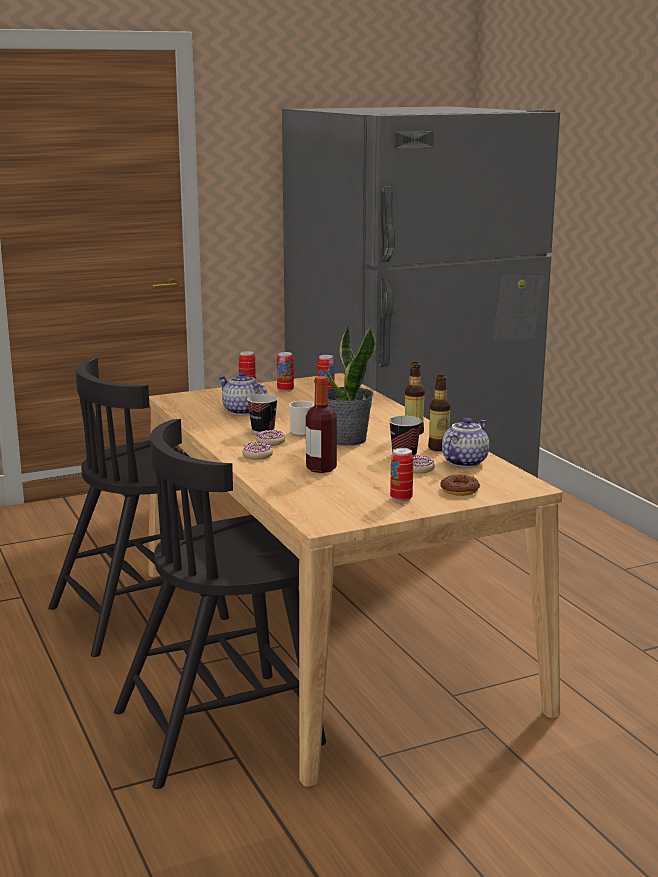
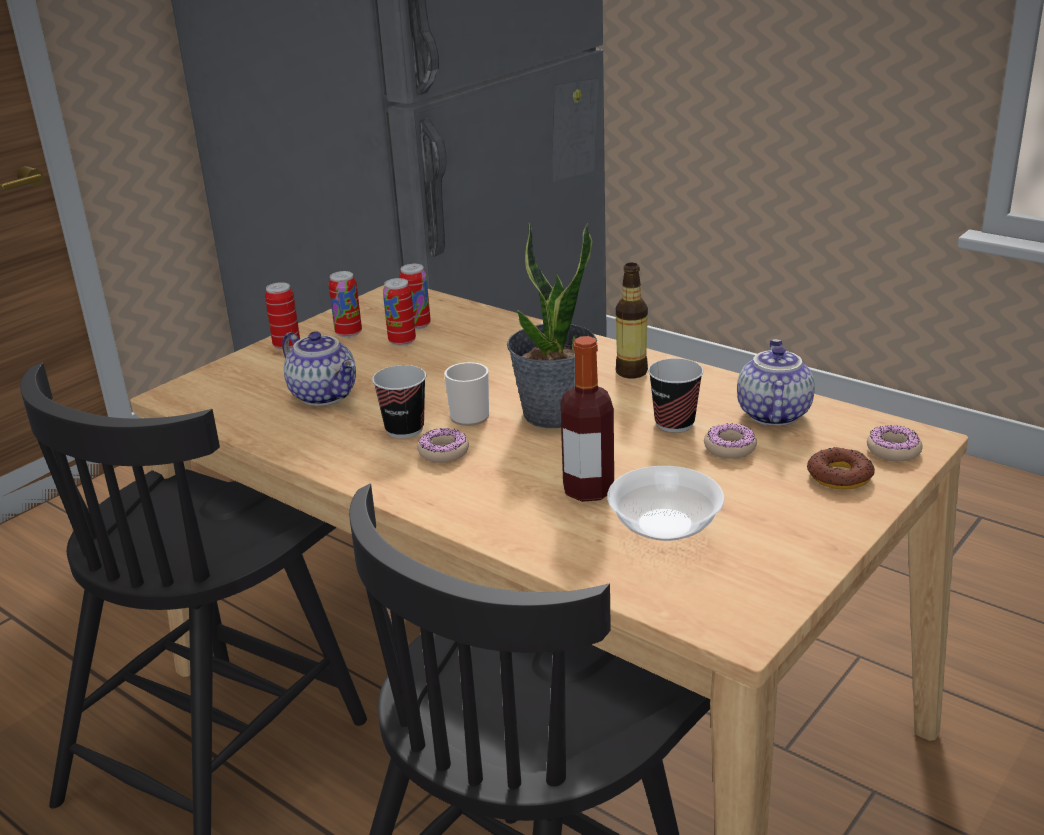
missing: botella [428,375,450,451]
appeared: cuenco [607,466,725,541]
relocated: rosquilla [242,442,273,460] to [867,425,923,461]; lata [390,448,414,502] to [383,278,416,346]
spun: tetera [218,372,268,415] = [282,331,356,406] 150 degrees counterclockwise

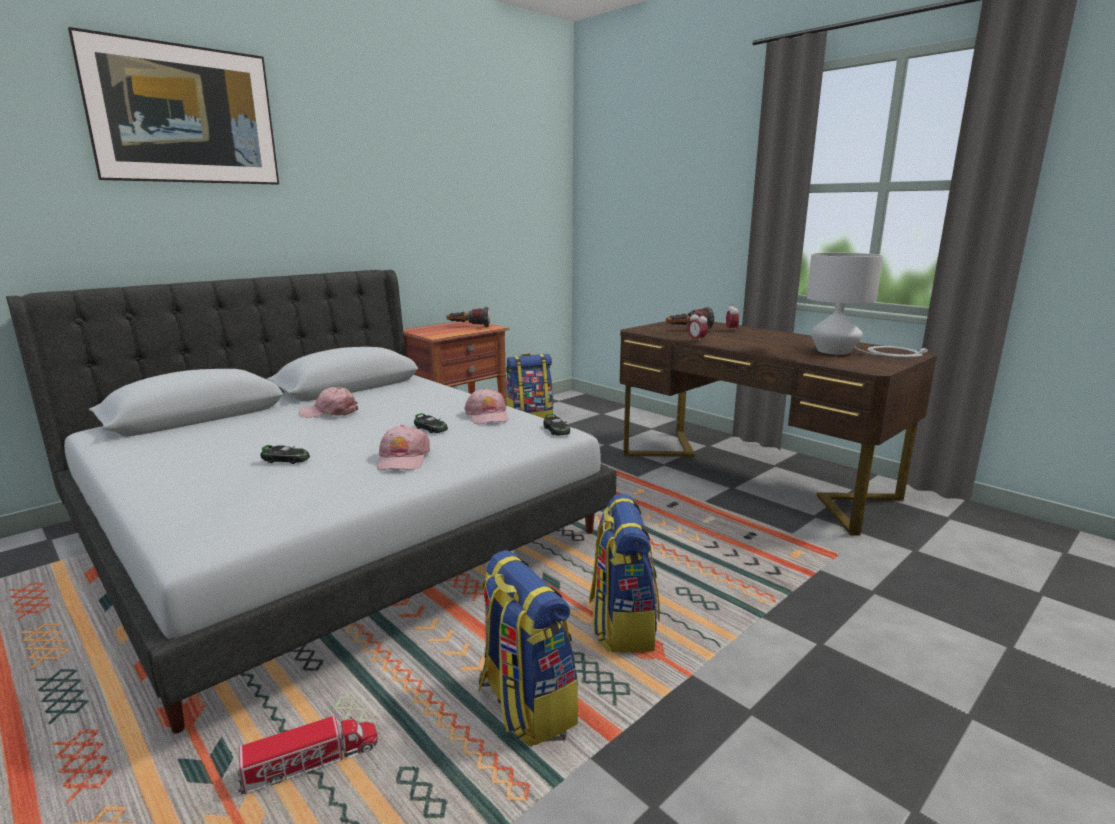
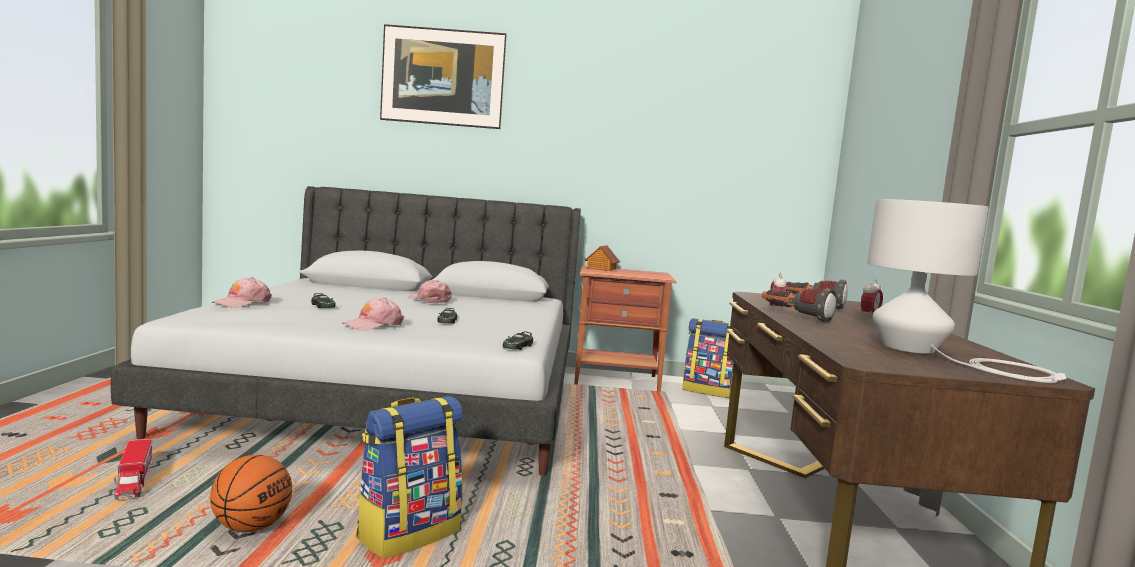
appeared: casita [585,245,620,271]
relocated: linterna [446,307,491,327] to [762,288,837,323]; gorra (rosa) [464,388,509,424] to [212,277,272,307]
exchanged: mochila [478,550,578,747] to balón de baloncesto [210,455,292,532]
spun: camión de juguete [238,716,378,794] = [114,439,152,500] 45 degrees clockwise

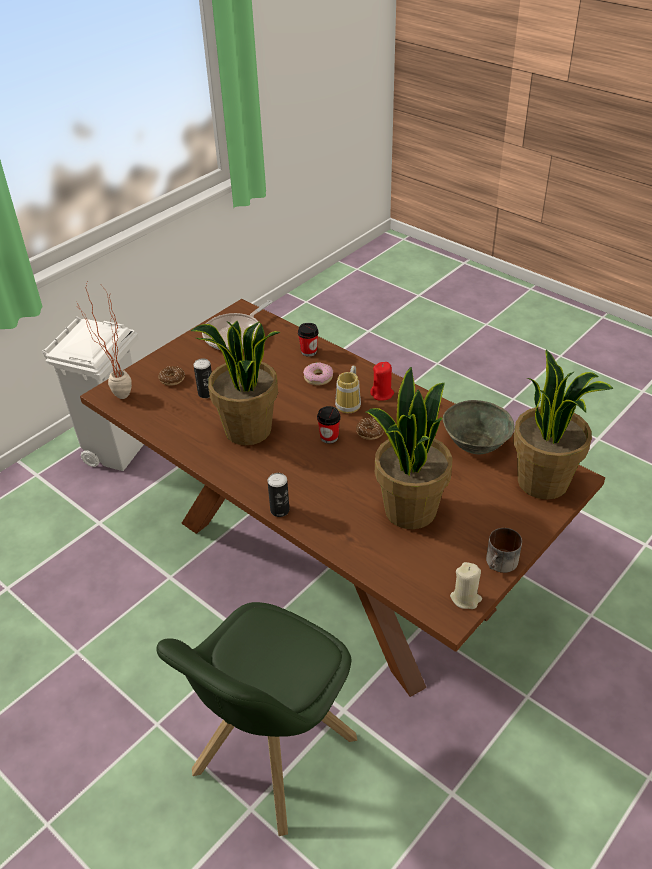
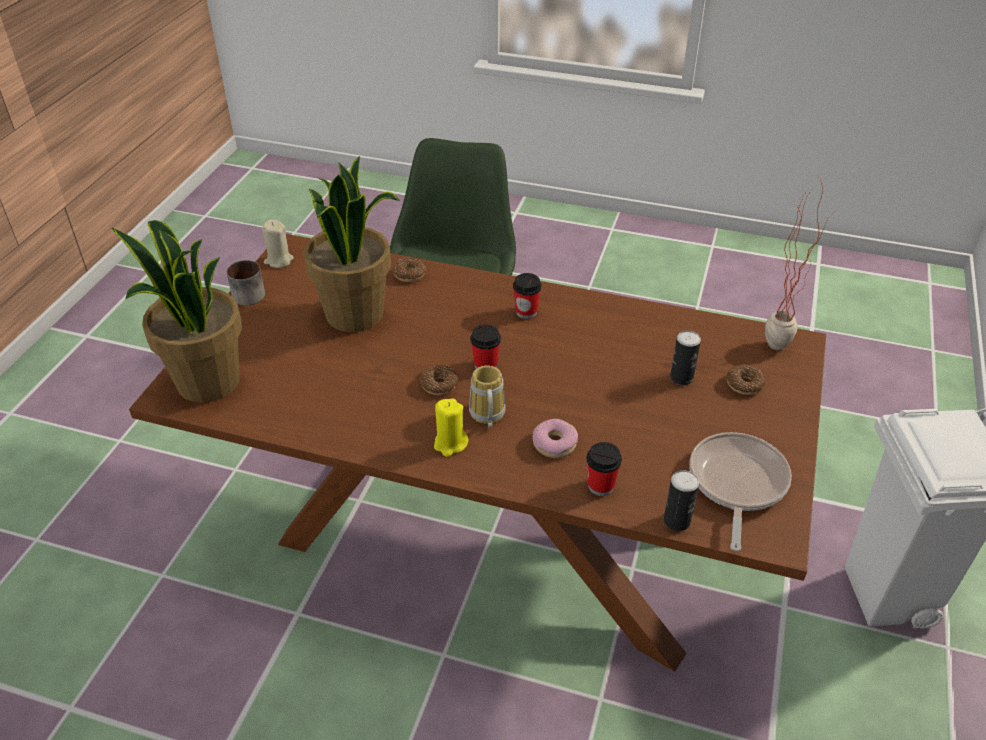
missing: planta en maceta [191,321,280,445]; cuenco (gris) [443,400,514,454]
appeared: rosquilla [393,258,426,282]; taza [513,273,542,319]
relocated: lata [267,473,290,517] to [664,470,699,531]
colour: vela (rojo) [370,362,394,400] to vela (amarillo) [434,398,468,457]

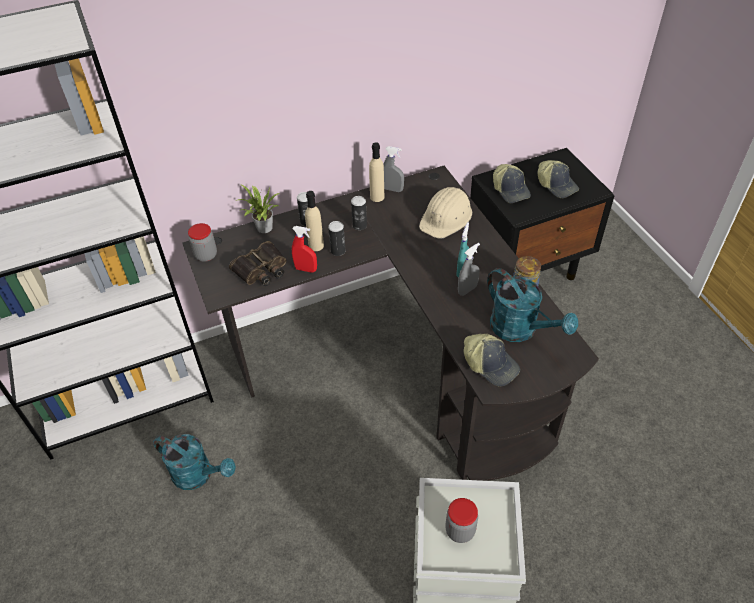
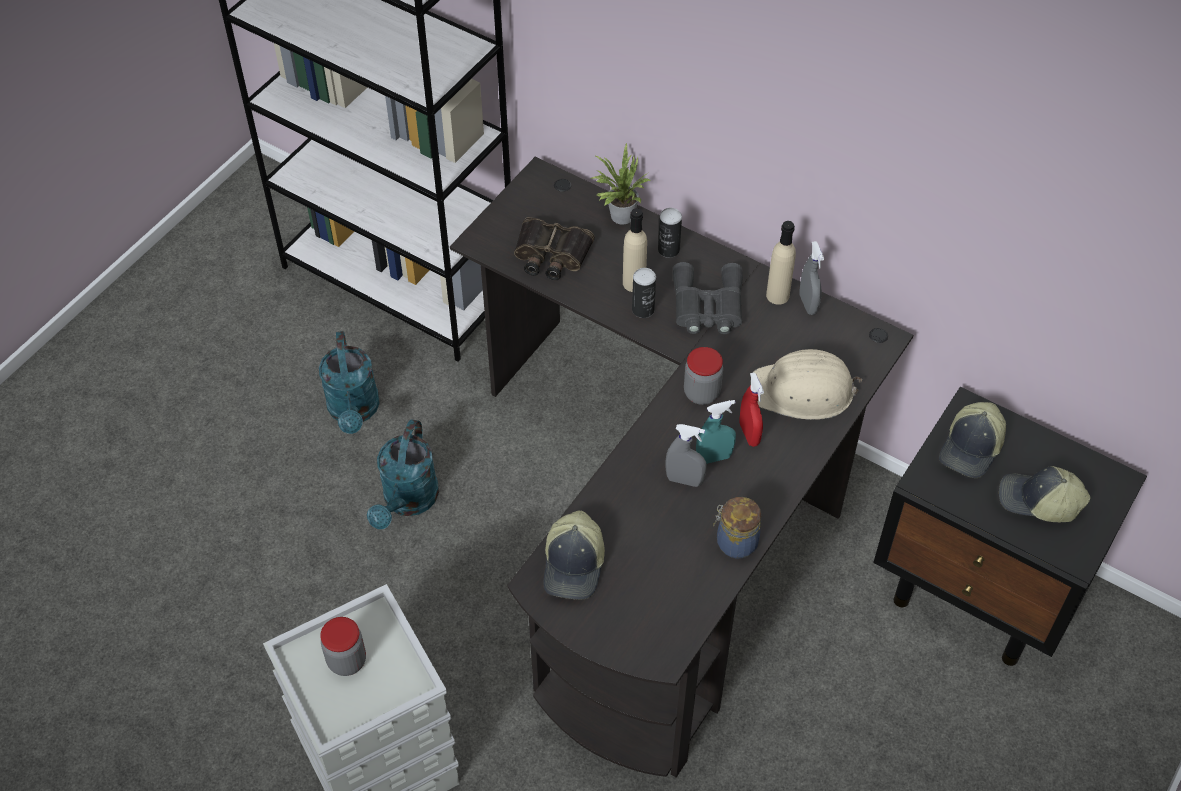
relocated: tarro [188,223,217,262] to [684,347,723,405]; pulverizador (rojo) [292,226,317,273] to [740,372,764,447]; regadera (turquesa) [487,268,578,342] to [367,419,439,529]
exchanged: lata [351,196,367,230] to prismáticos (gris) [673,262,743,334]
spun: gorra [537,160,579,198] = [999,466,1091,523] 90 degrees clockwise

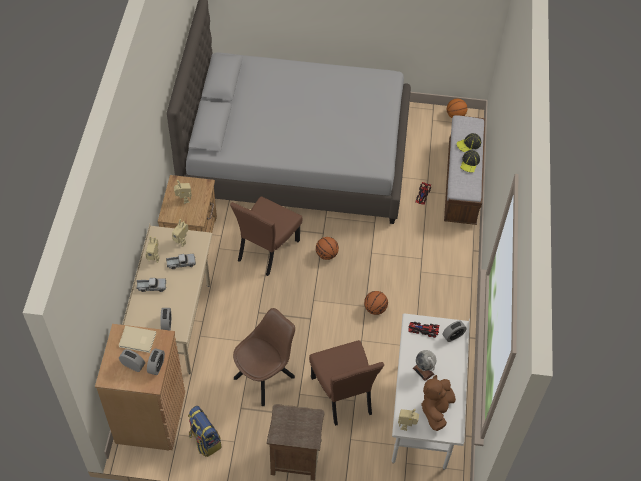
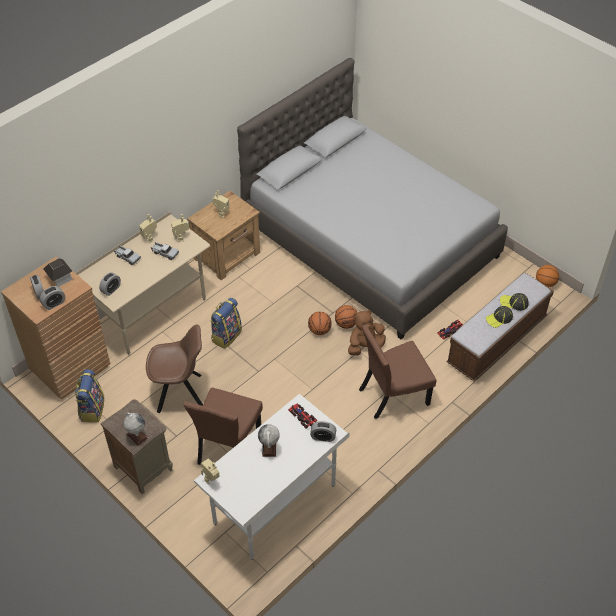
appeared: globo terráqueo [124,412,148,446]; mochila [210,298,242,349]
relocated: silla (marrón) [230,196,302,276] to [359,325,436,419]; balón de baloncesto [364,291,388,315] to [335,305,358,329]; peluche (marrón) [421,375,456,431] to [348,310,386,356]
exchanged: libro (beis) [118,326,156,353] to casita [43,258,72,287]

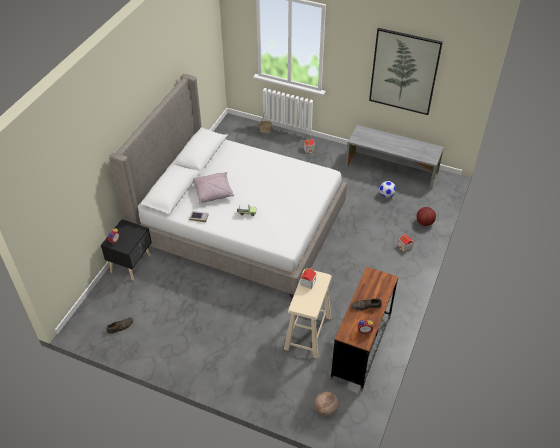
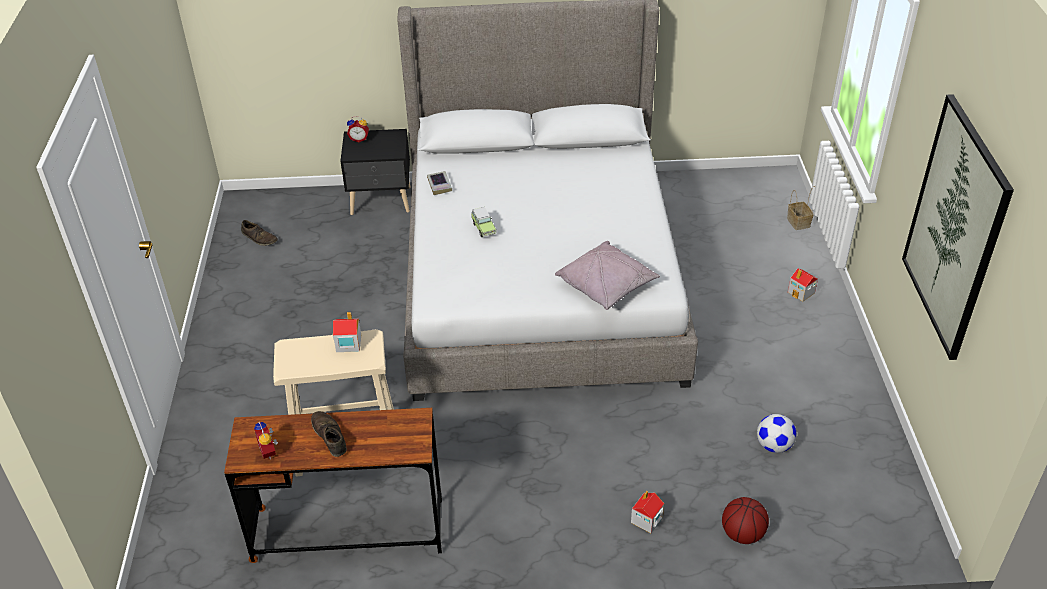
missing: balón de baloncesto [315,391,339,416]; banco (gris) [345,125,444,190]
relocated: cojín (morado) [193,172,235,203] to [555,241,660,310]

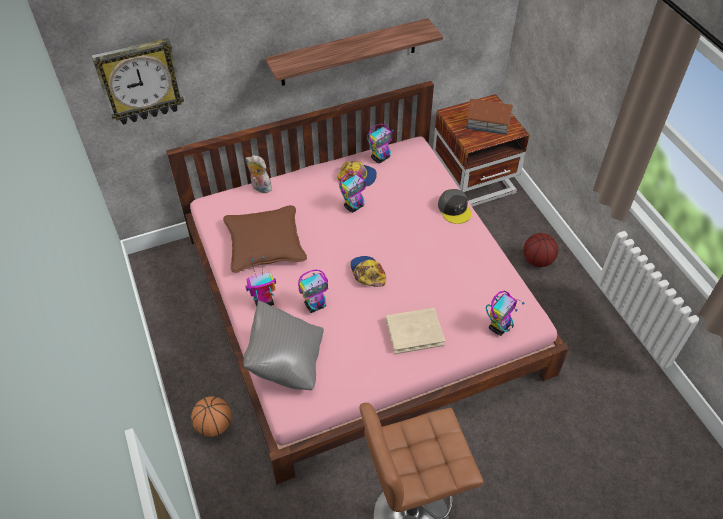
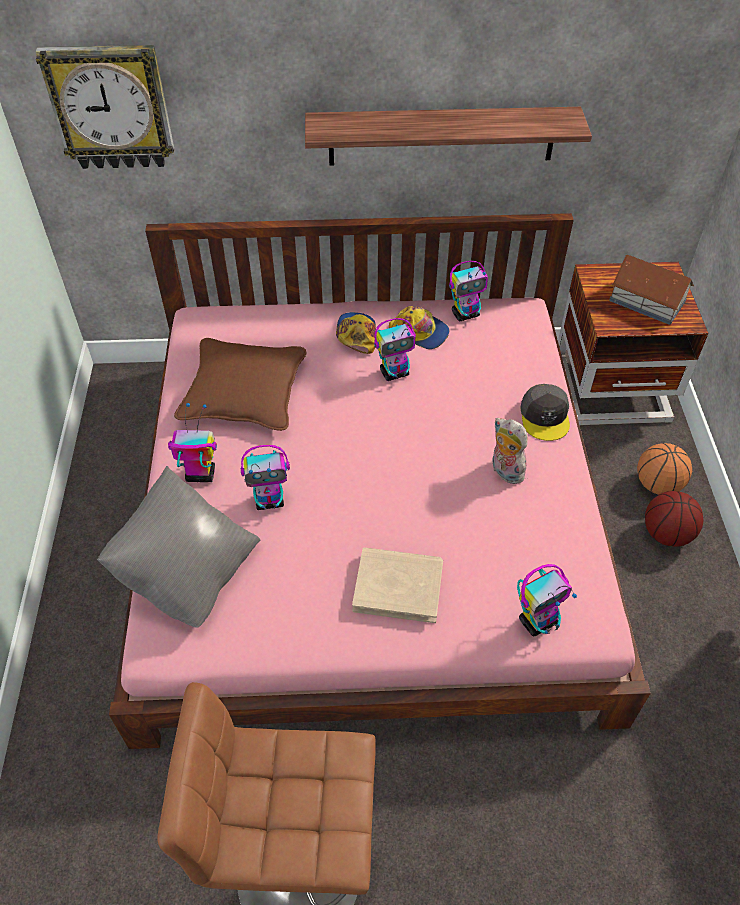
relocated: balón de baloncesto [191,396,232,437] to [637,443,692,495]; peluche [246,155,272,193] to [492,418,528,484]; gorra [350,256,386,287] to [336,312,376,354]

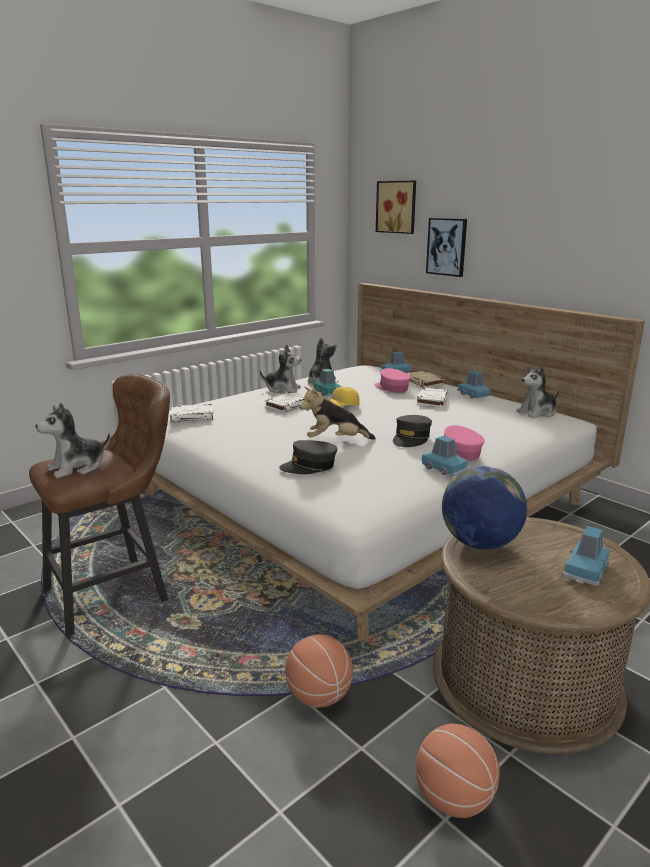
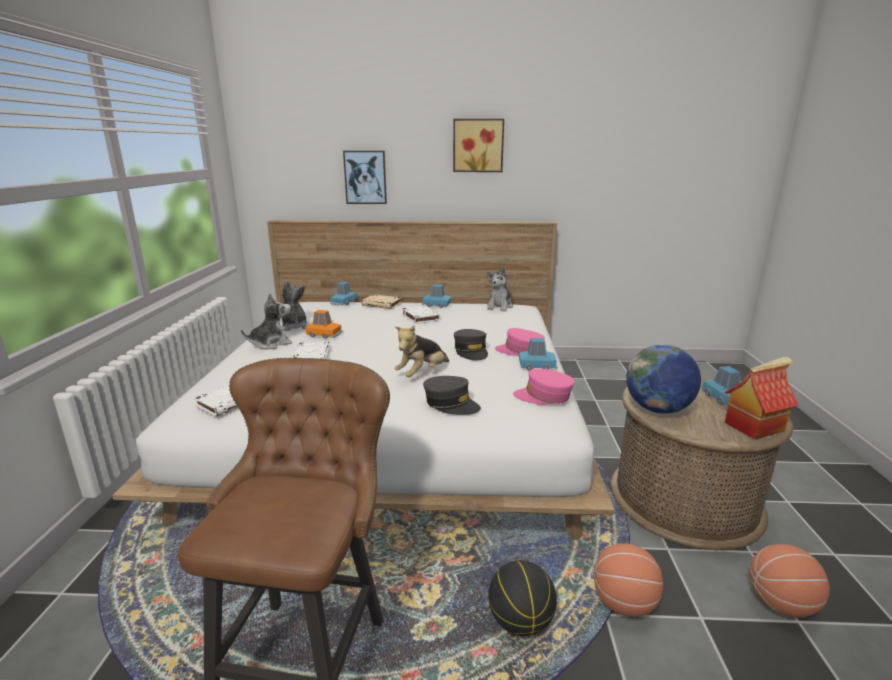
missing: peluche [36,403,110,478]; gorra (amarillo) [329,387,359,407]
appeared: balón de baloncesto [488,560,557,636]; casita [725,357,798,439]
relocated: gorra (rosa) [374,368,410,393] to [513,369,575,405]; cuadro [376,180,416,234] to [453,119,504,172]
colour: coche de juguete (turquesa) [314,369,342,397] to coche de juguete (naranja) [305,310,342,339]
spun: gorra (gris) [279,440,337,474] = [423,376,481,415] 90 degrees counterclockwise

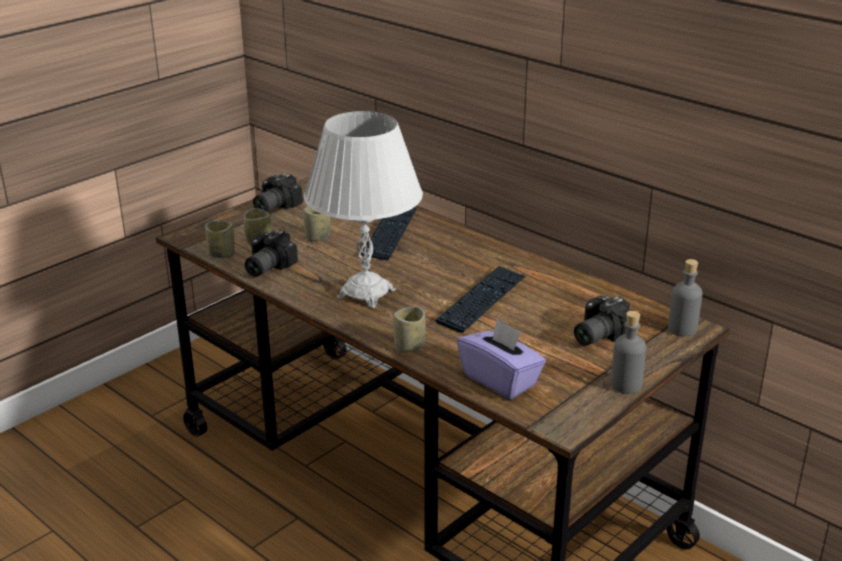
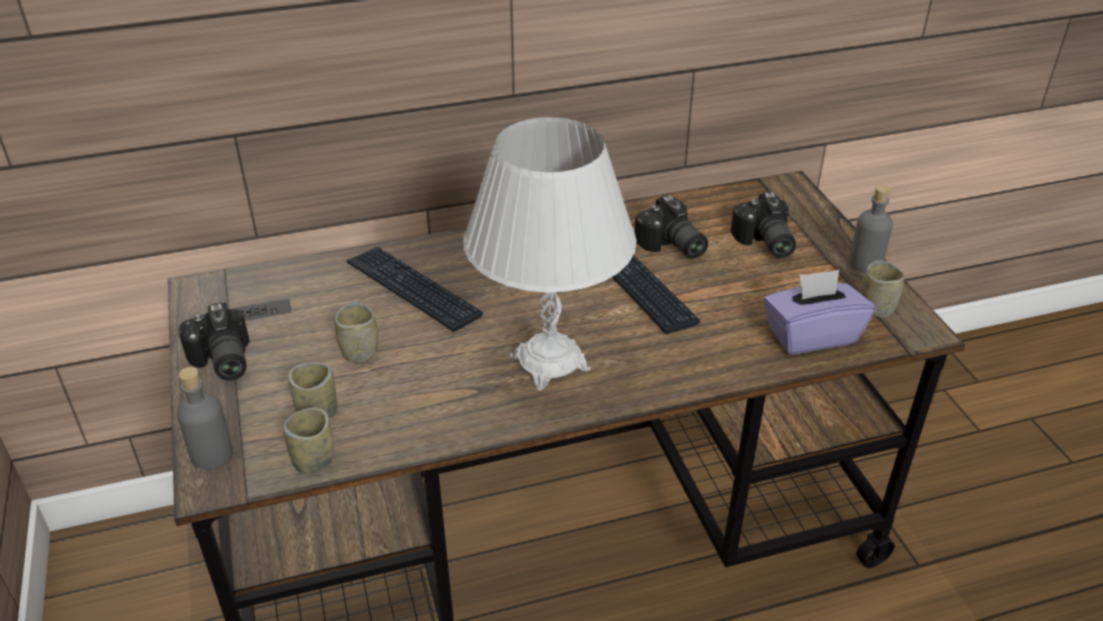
relocated: cámara [245,230,298,277] to [634,195,708,259]; taza [393,307,426,353] to [860,260,904,318]; botella (gris) [668,259,703,337] to [177,367,233,470]

